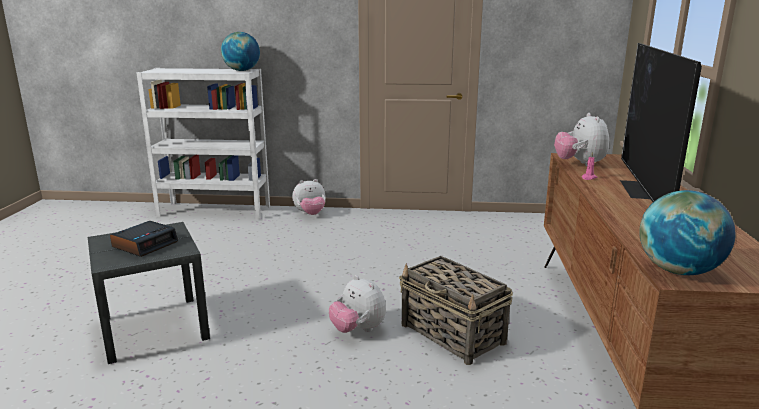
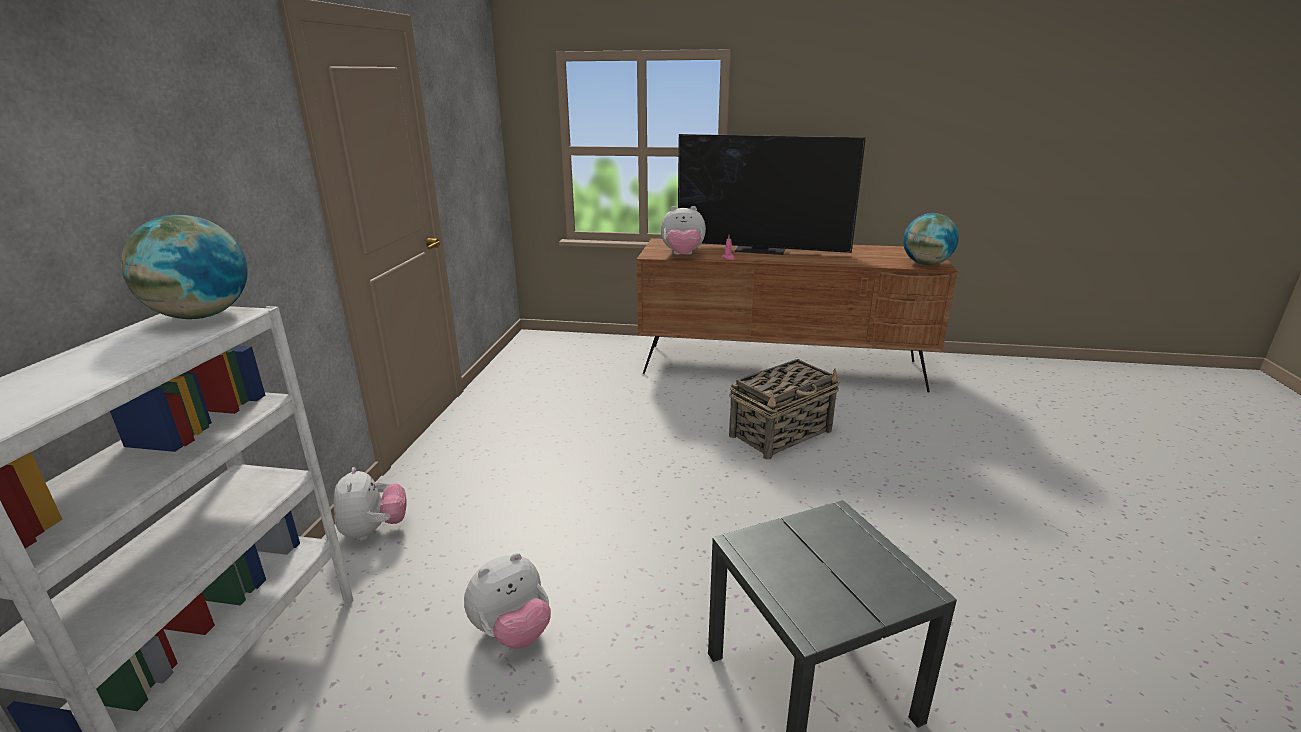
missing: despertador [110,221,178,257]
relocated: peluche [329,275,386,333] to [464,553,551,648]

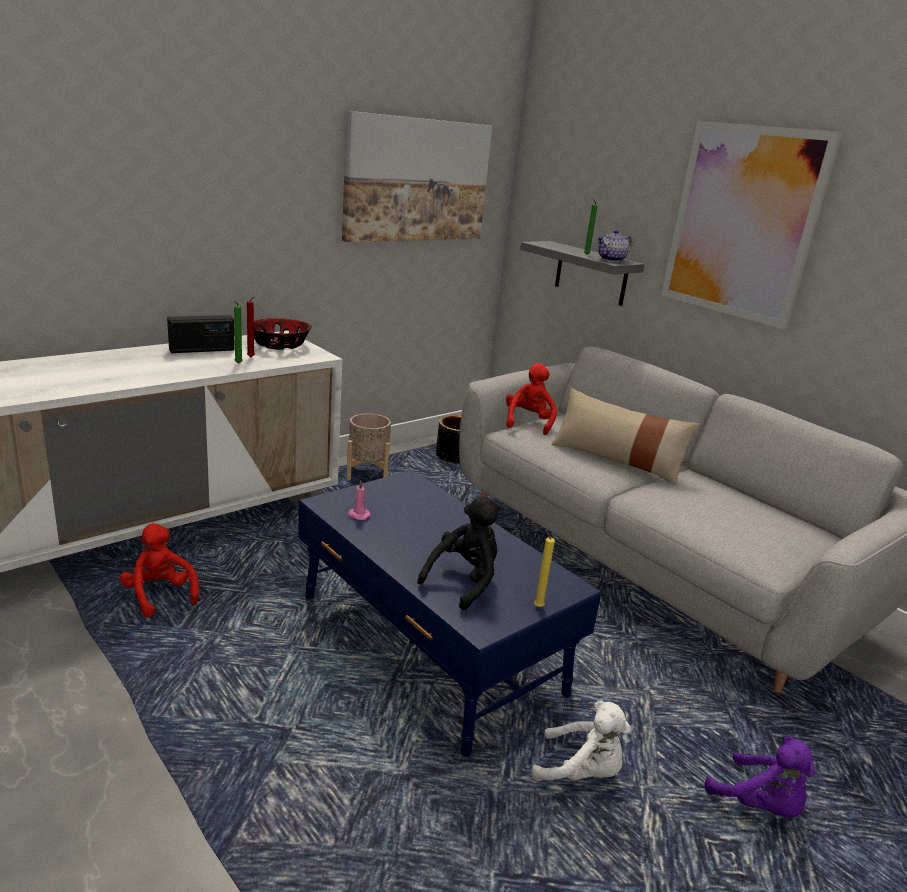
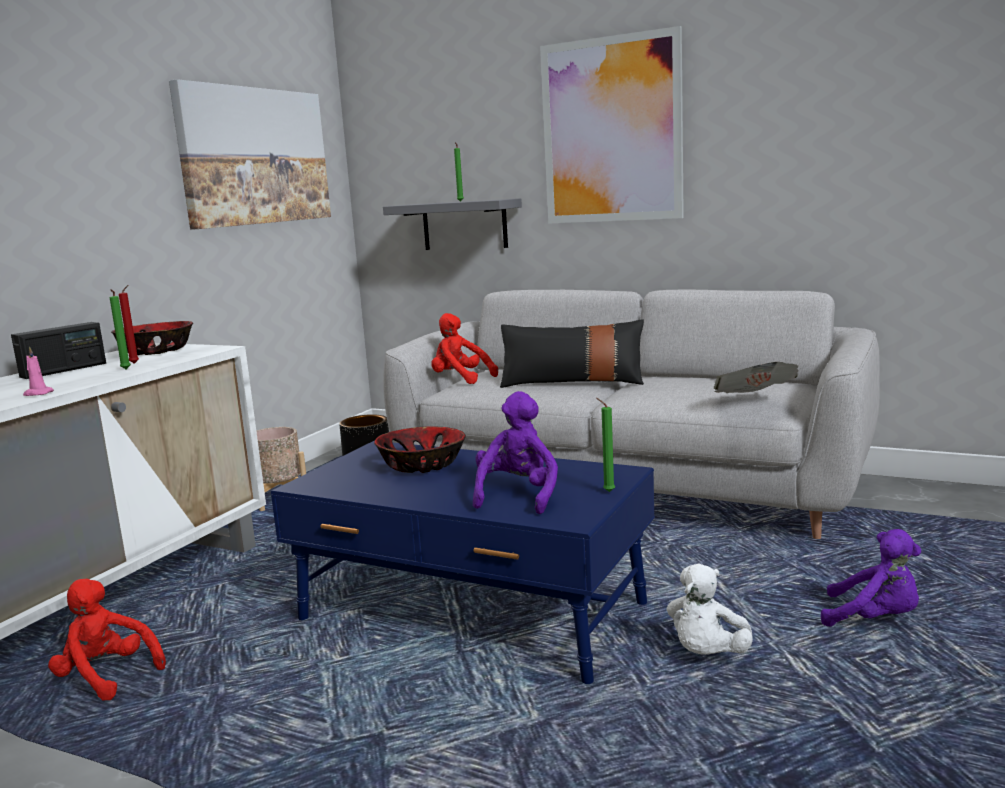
missing: tetera [597,230,632,262]
appeared: cuenco [374,426,466,473]; periódico [714,362,798,393]
relocated: vela (rosa) [348,481,370,520] to [23,346,54,396]
colour: peluche (negro) [417,496,500,610] to peluche (morado) [473,391,558,514]; vela (amarillo) [534,528,555,607] to vela (verde) [596,398,615,492]; cojín (beis) [551,388,700,485] to cojín (negro) [500,319,644,388]
spun: peluche (rojo) [506,363,557,435] = [431,313,498,384] 45 degrees counterclockwise; peluche (blanco) [531,701,631,781] = [666,563,753,655] 120 degrees clockwise

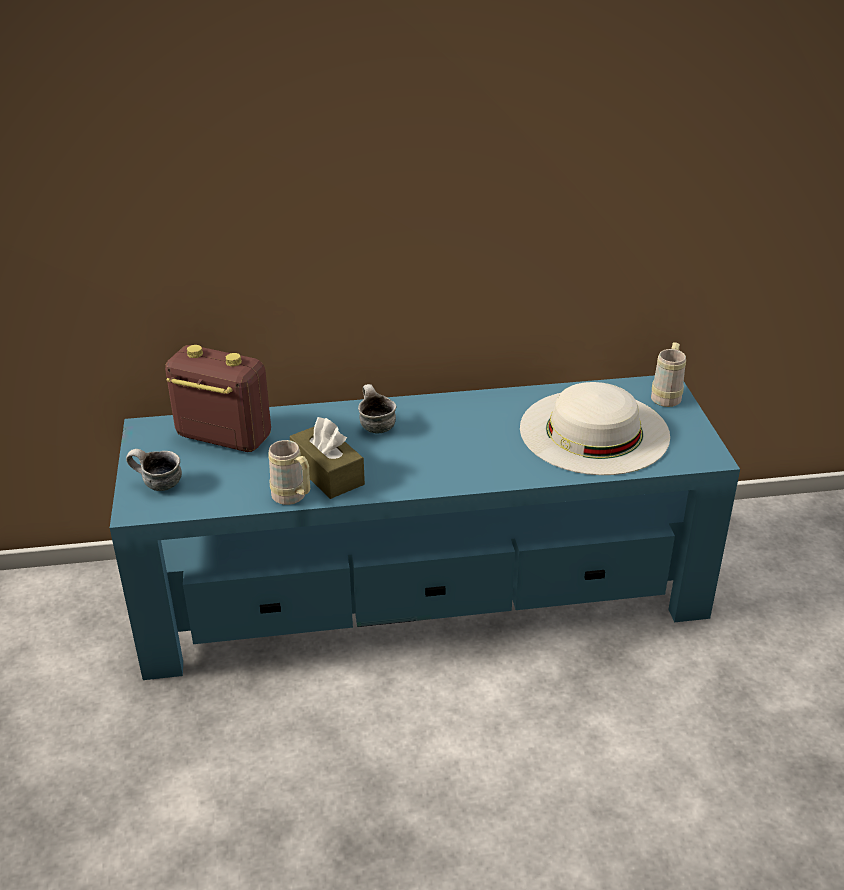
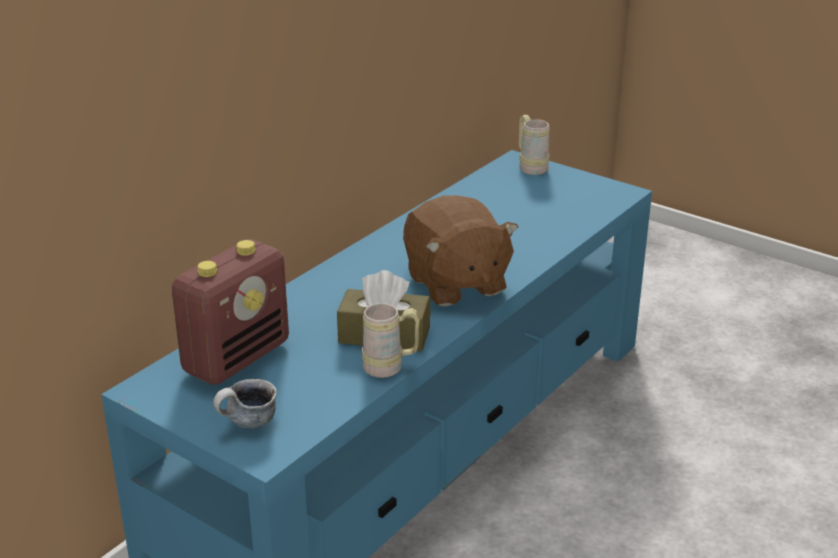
missing: taza grande [358,384,397,434]; sombrero (blanco) [520,382,670,475]
appeared: peluche (marrón) [403,195,518,307]
spun: radio [165,345,271,452] = [171,239,289,385] 150 degrees clockwise

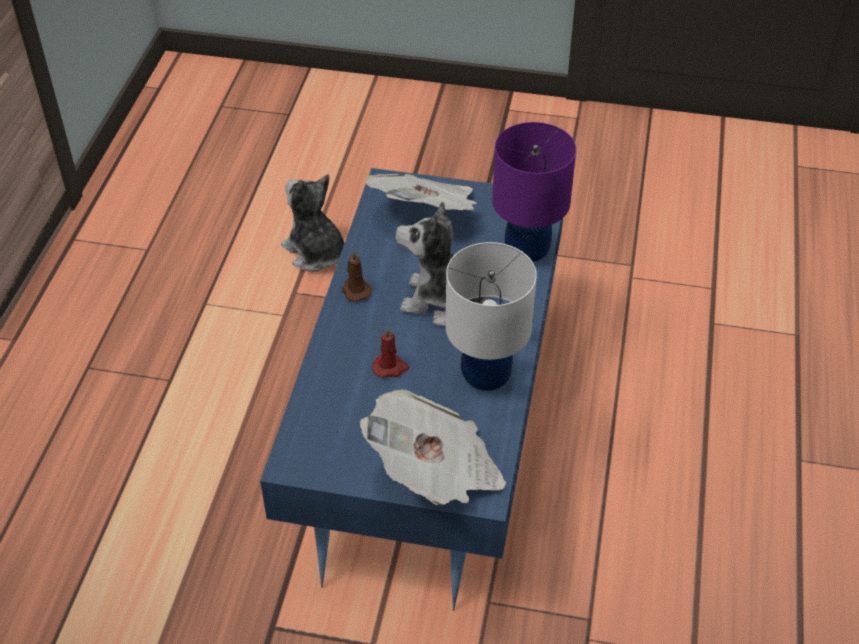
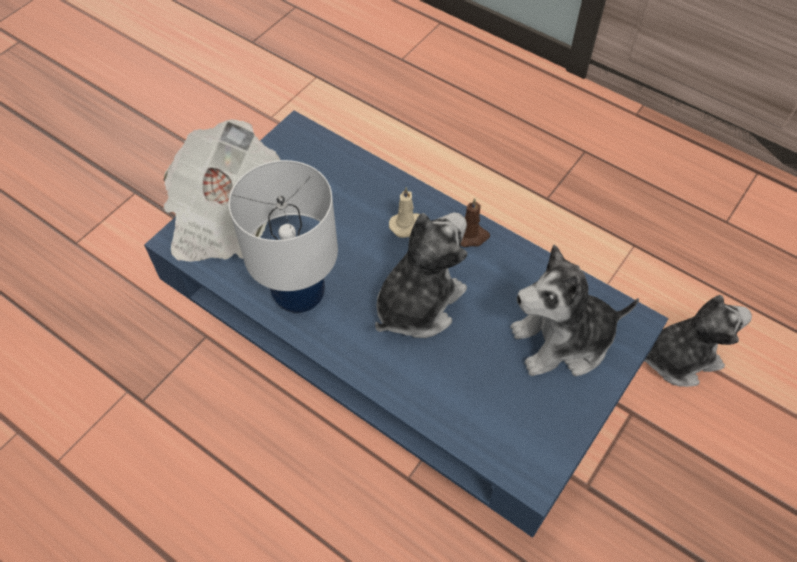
missing: vela (rojo) [372,327,409,378]; lámpara de mesa (morado) [492,122,576,262]
appeared: vela (beis) [389,187,420,238]
exchanged: periódico [366,174,476,210] to peluche [510,245,639,376]

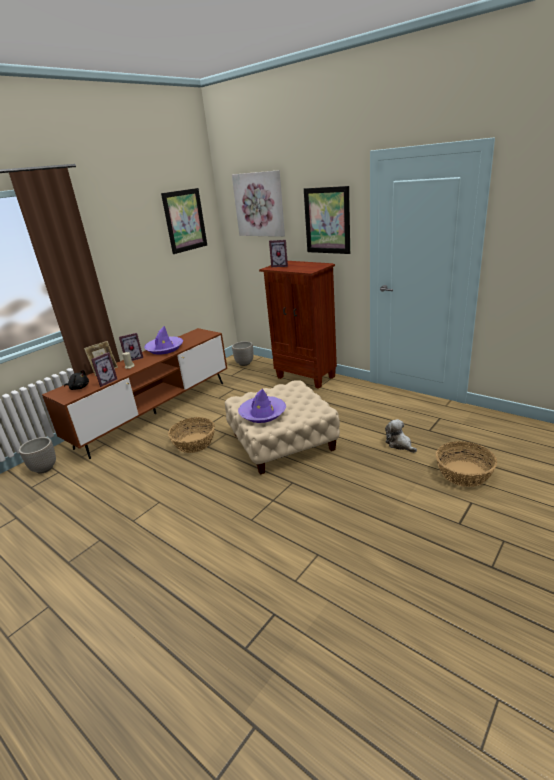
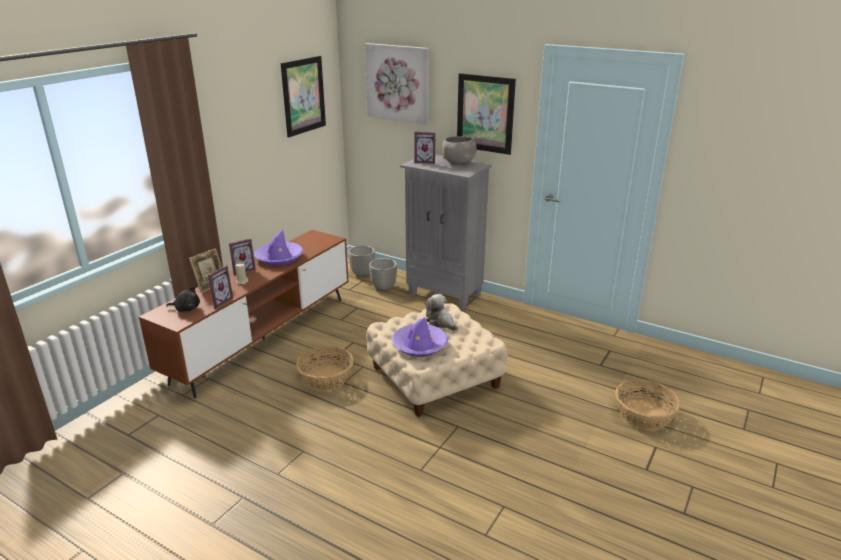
appeared: cuenco (gris) [442,136,477,165]
relocated: maceta [19,437,56,474] to [369,258,397,291]; peluche [385,419,417,453] to [425,294,458,331]
colour: armario (marrón) [259,261,337,389] to armario (gris) [400,154,492,310]

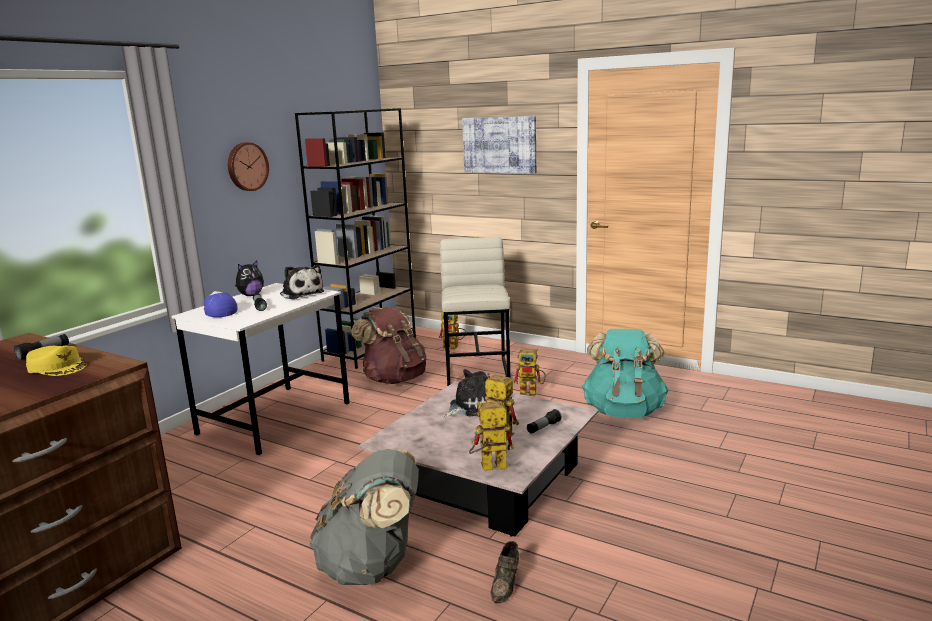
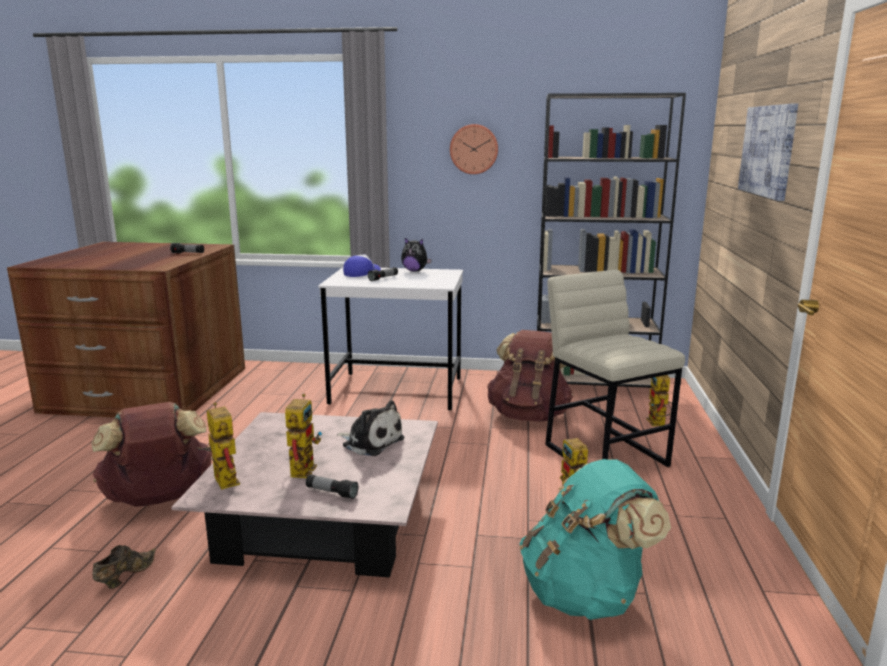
missing: gorra (amarillo) [26,346,87,376]; peluche [280,265,324,299]
colour: mochila (gris) [309,449,419,585] to mochila (marrón) [92,402,213,507]
spun: silla (beis) [440,237,510,386] = [545,270,685,467] 90 degrees counterclockwise; zapato (marrón) [490,541,519,603] = [93,545,156,589] 120 degrees clockwise

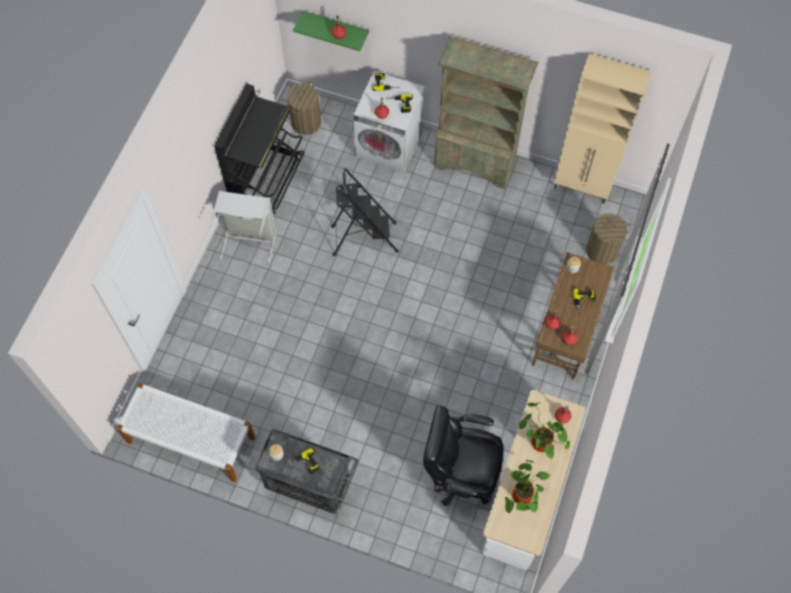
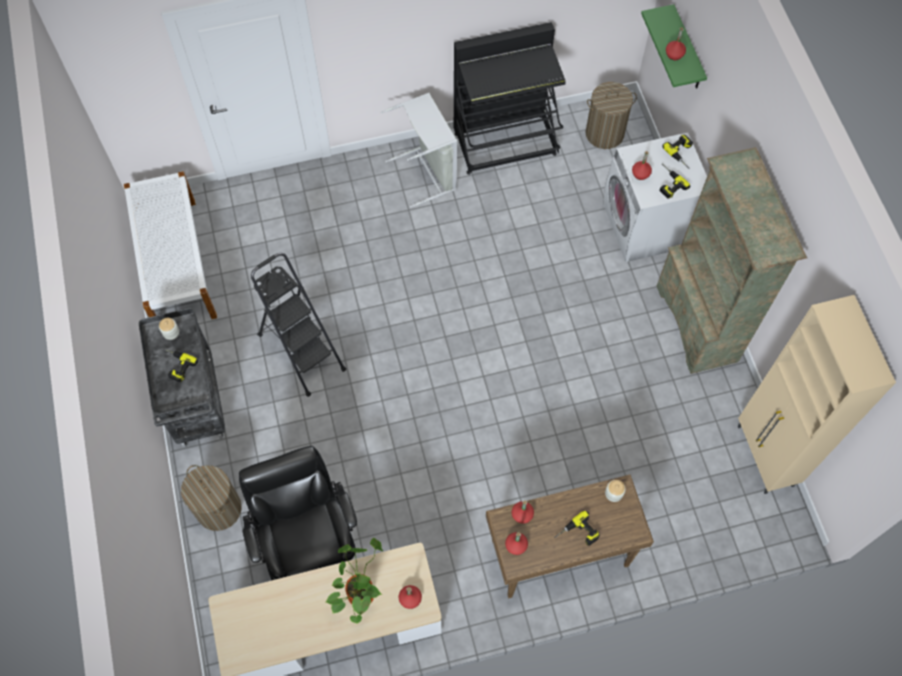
missing: planta en maceta [505,460,551,513]
relocated: escalera de tijera [331,168,399,256] to [251,253,346,397]; cesto de la ropa [586,213,631,264] to [181,465,242,531]

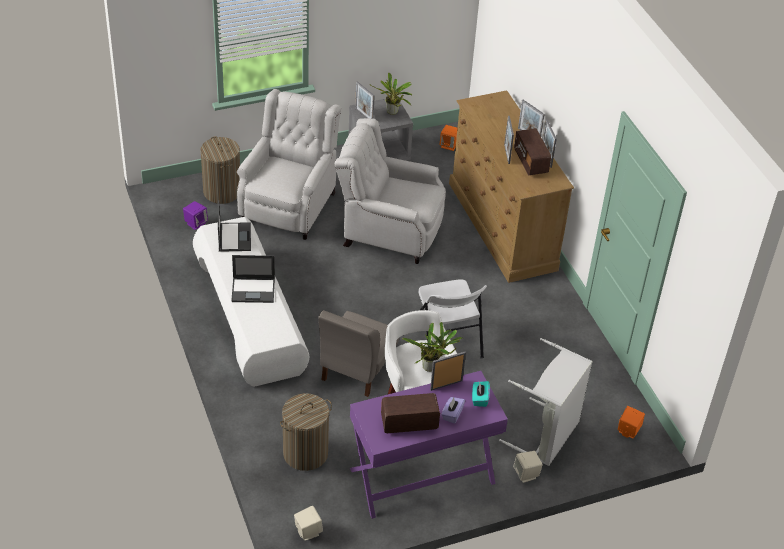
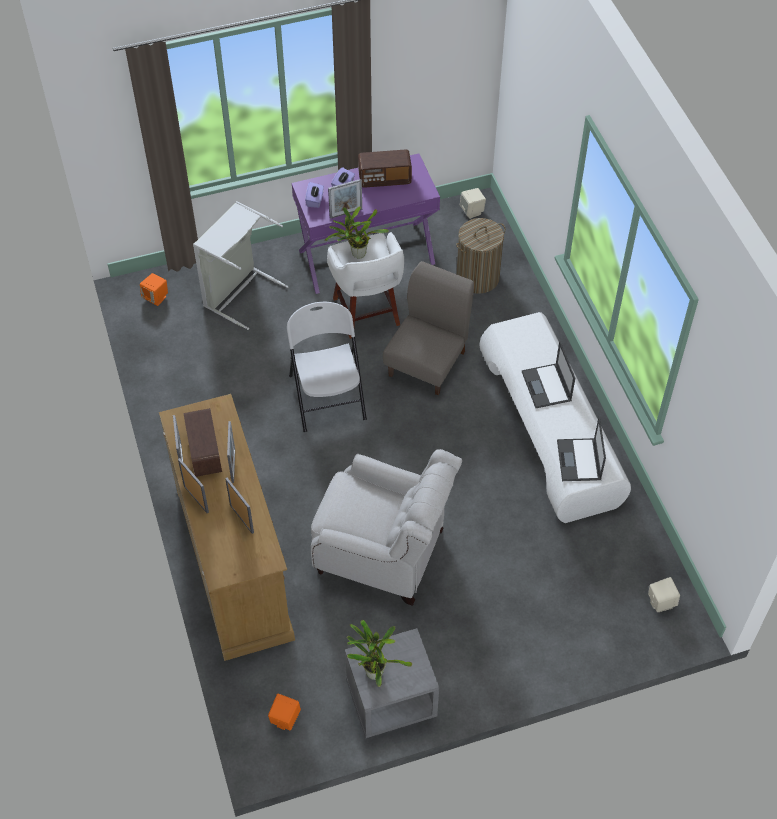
missing: altavoz (morado) [183,201,208,230]; cesto de la ropa [200,136,240,204]; sillón (blanco) [237,89,341,240]
relocated: portarretratos [355,81,375,119] to [225,478,254,534]; altavoz (beis) [513,451,543,483] to [648,577,680,612]
colour: caja de pañuelos (turquesa) [472,381,490,407] to caja de pañuelos (morado) [305,182,324,208]
spun: portátil [231,255,275,303] = [522,341,575,408] 105 degrees counterclockwise

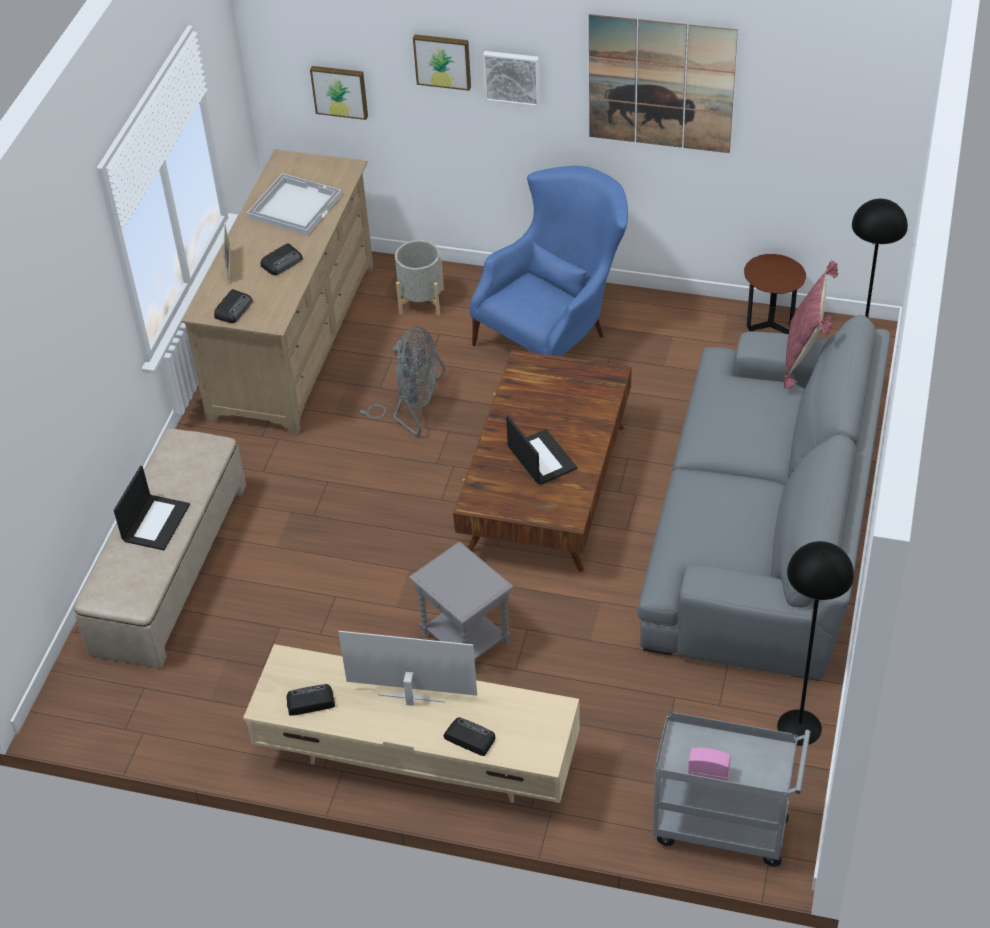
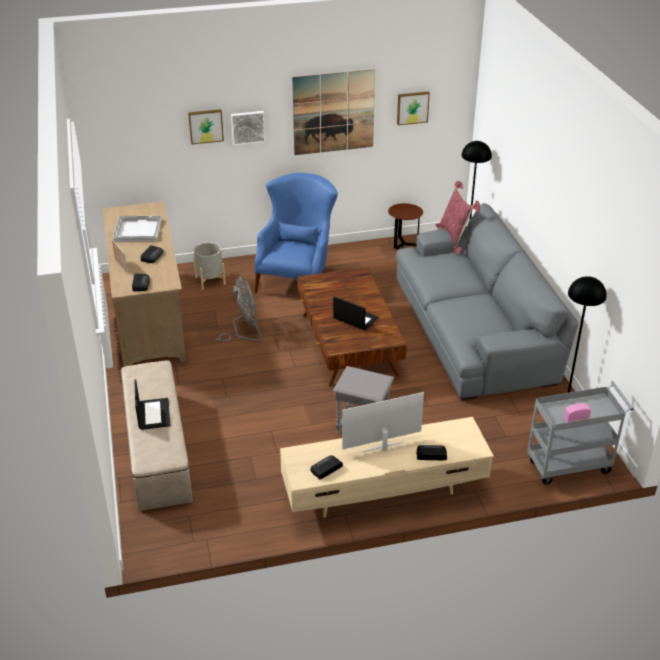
relocated: cuadro [310,66,368,120] to [397,91,430,125]

